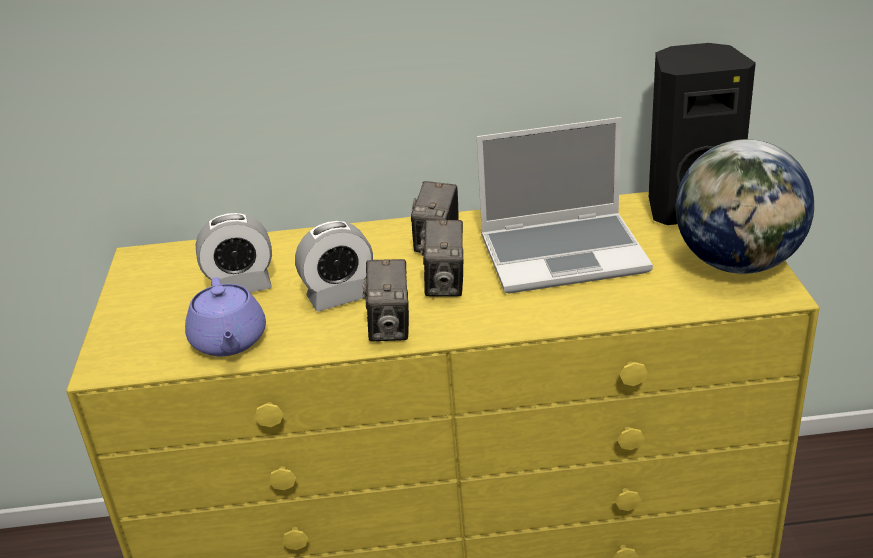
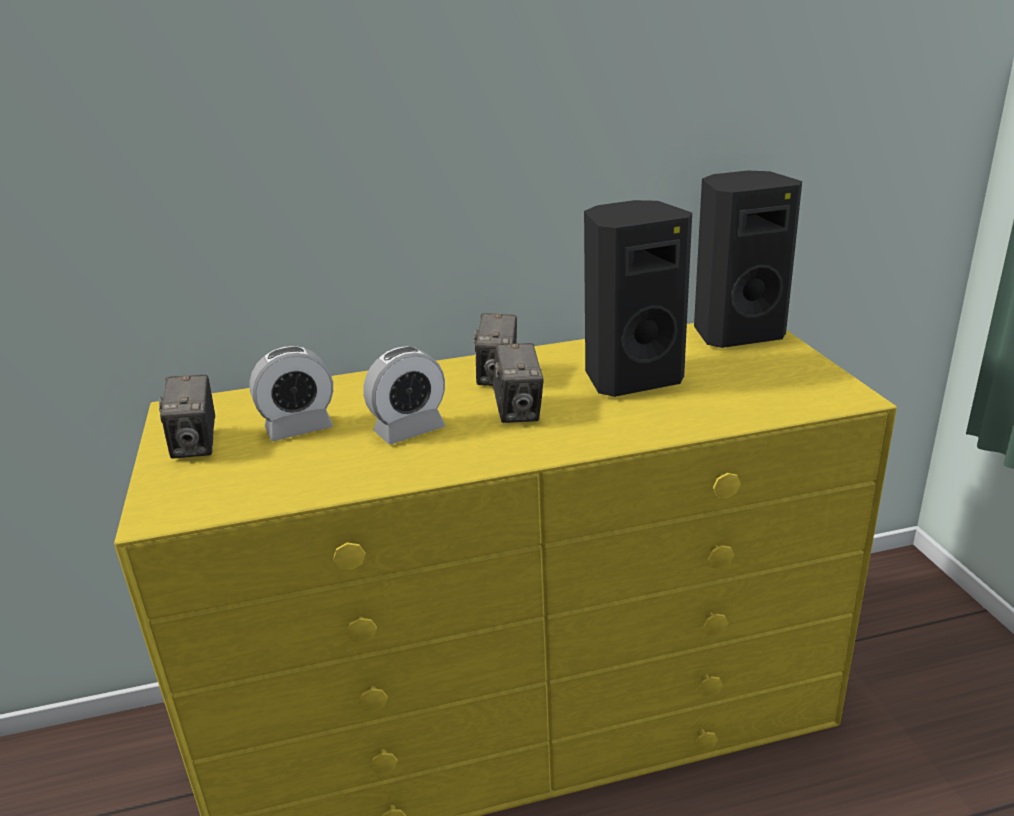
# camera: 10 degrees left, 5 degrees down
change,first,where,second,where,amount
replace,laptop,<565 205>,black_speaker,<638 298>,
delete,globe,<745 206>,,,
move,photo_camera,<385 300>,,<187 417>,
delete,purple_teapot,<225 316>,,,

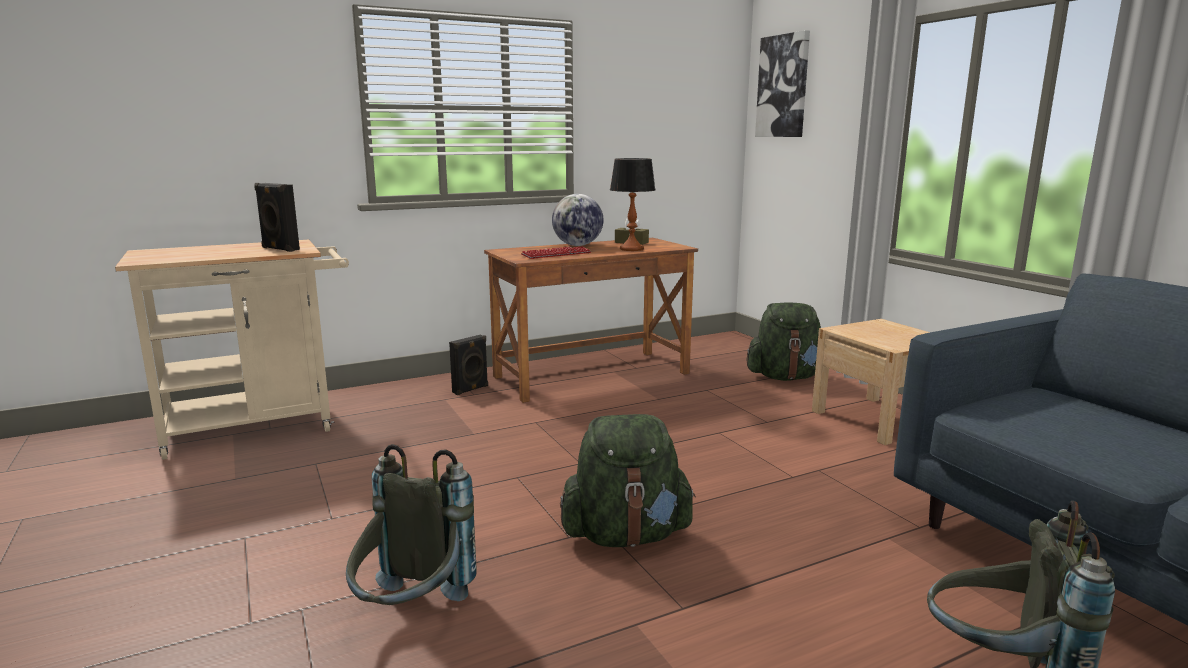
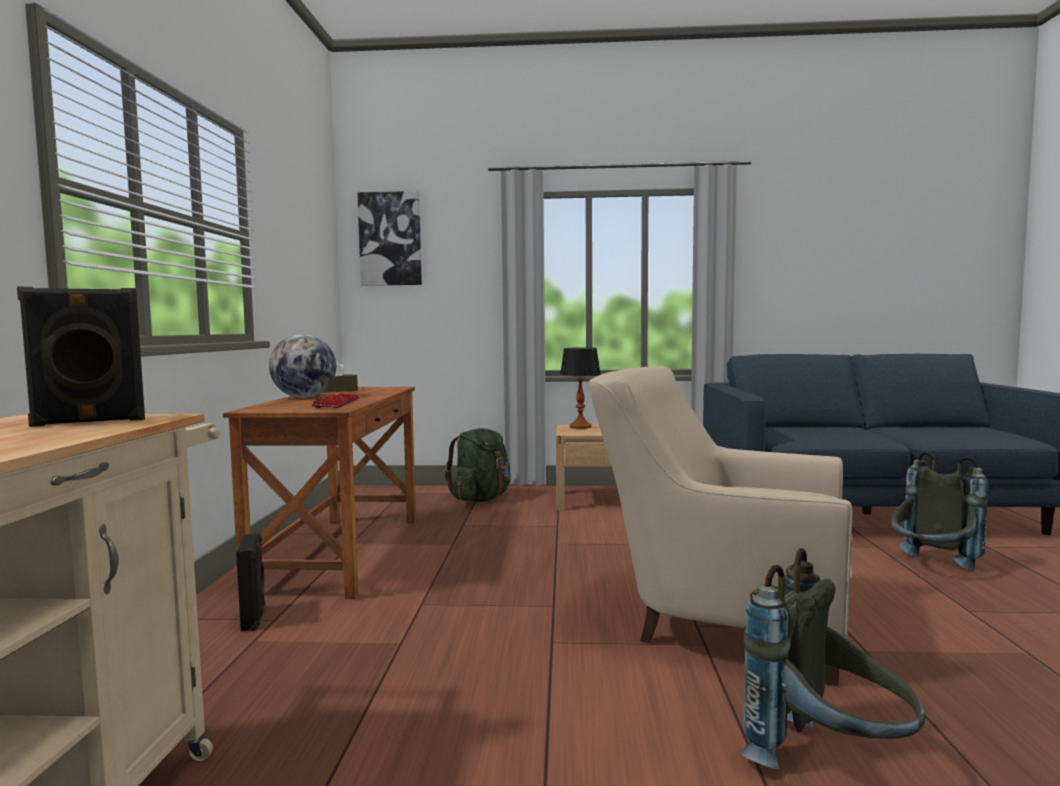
# camera: 60 degrees left, 10 degrees down
change,first,where,second,where,amount
move,table_lamp,<632 204>,,<580 388>,
replace,green_backpack,<628 480>,beige_armchair,<721 526>,

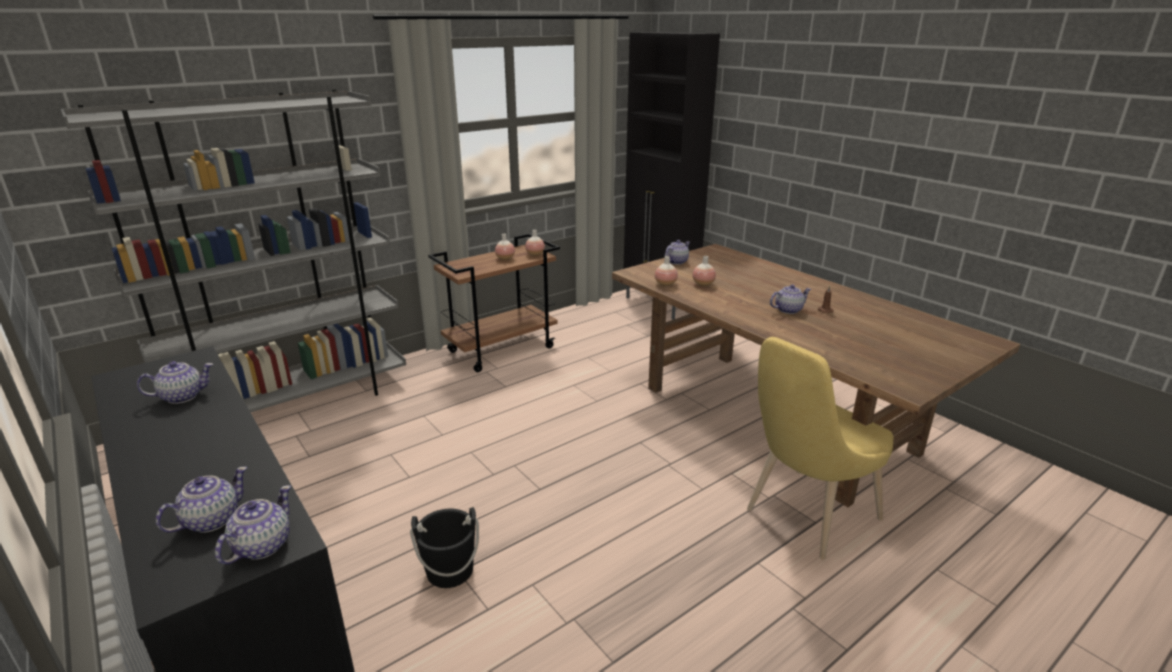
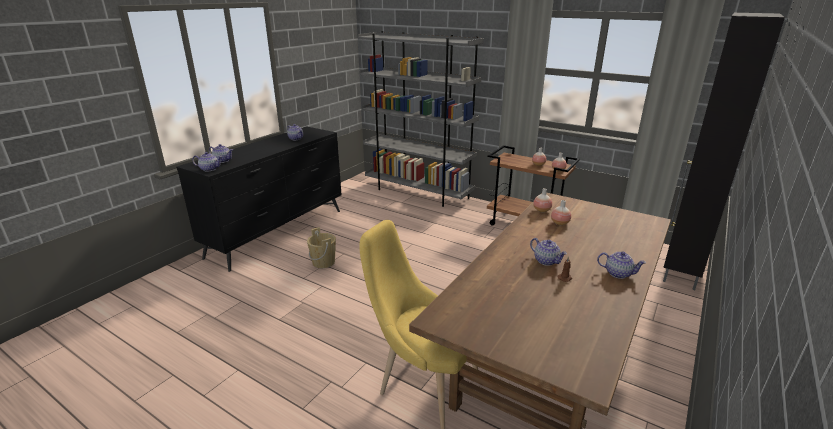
# camera: 70 degrees right, 0 degrees up
change,first,where,second,where,amount
move,teapot,<677 252>,,<621 265>,
recolor,black_bucket,<444 547>,beige_bucket,<321 247>,

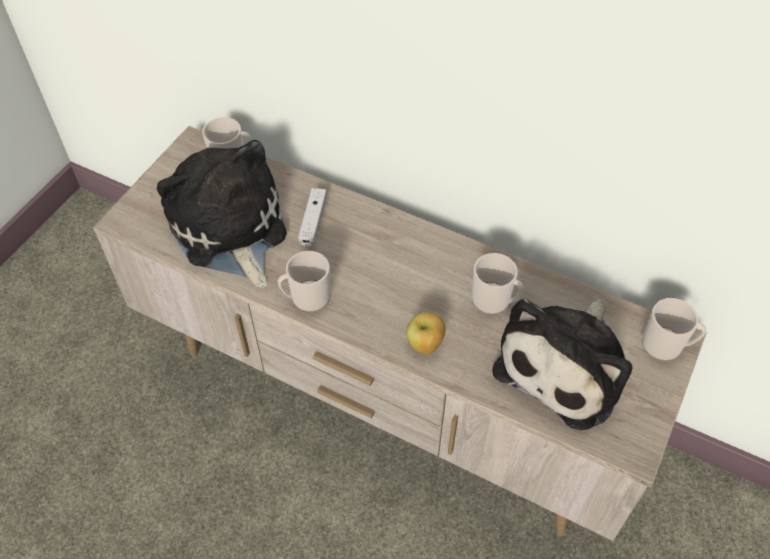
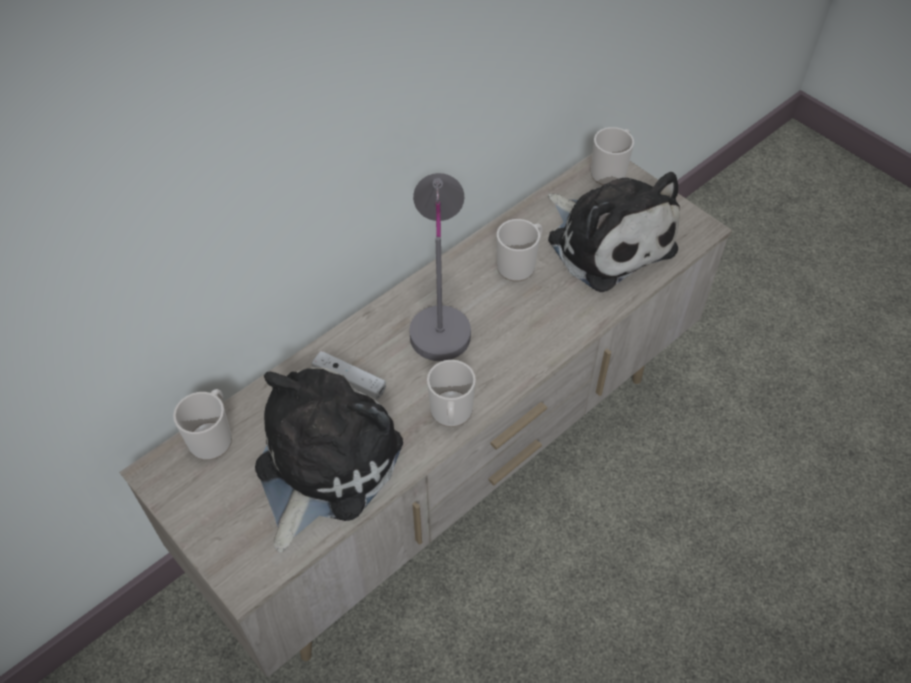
# camera: 70 degrees left, 0 degrees up
change,first,where,second,where,amount
rotate,plush_toy,<222 214>,,<329 459>,120 degrees clockwise
delete,apple,<426 333>,,,
insert,,,grey_table_lamp,<440 267>,

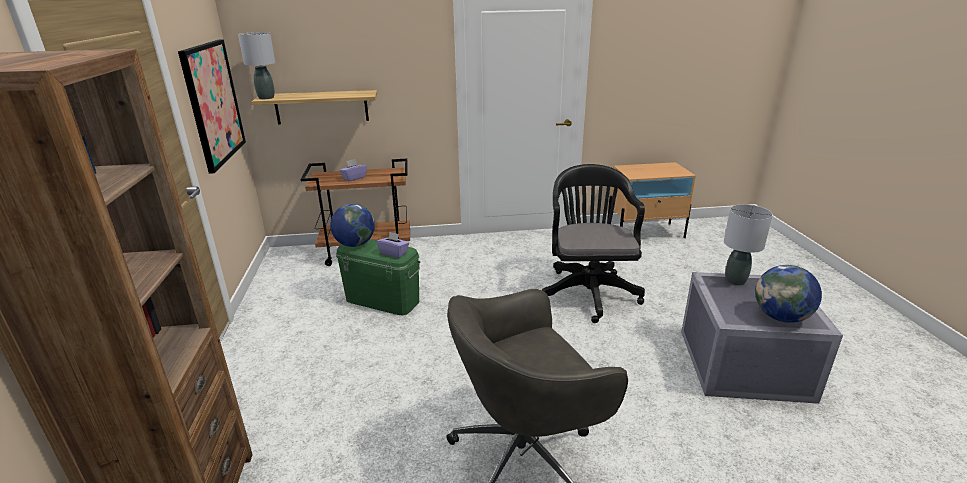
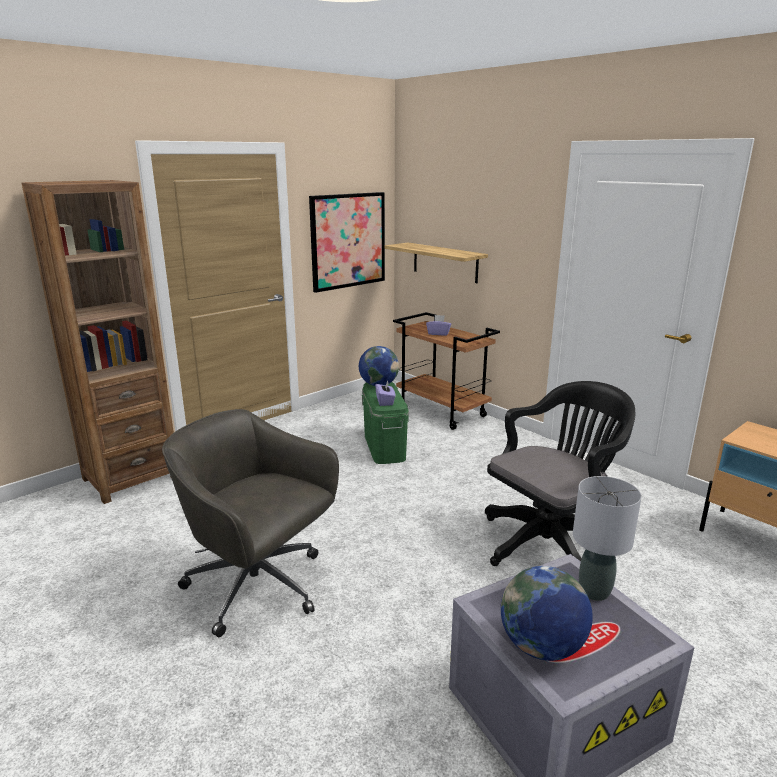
# camera: 55 degrees right, 5 degrees down
change,first,where,second,where,amount
delete,grey_table_lamp,<257 65>,,,

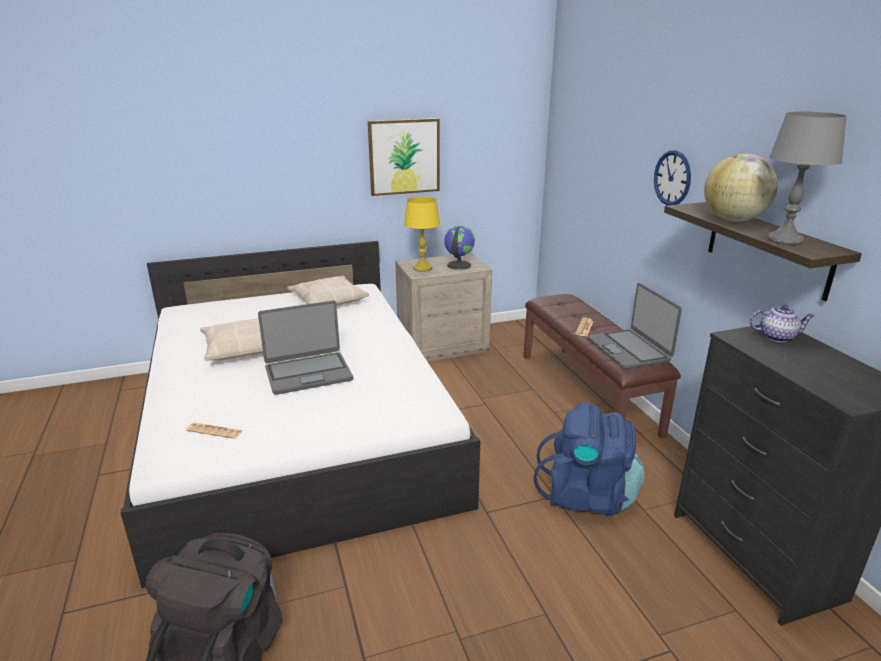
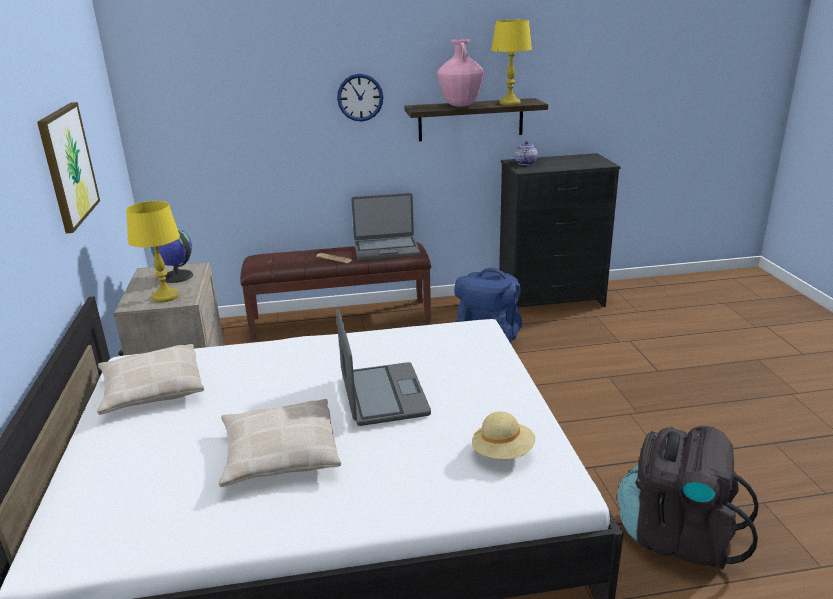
# camera: 80 degrees left, 0 degrees up
change,first,where,second,where,amount
recolor,grey_table_lamp,<807 178>,yellow_table_lamp,<511 62>,
replace,globe,<741 188>,pink_vase,<460 73>,
replace,newspaper,<214 431>,beige_hat,<503 435>,

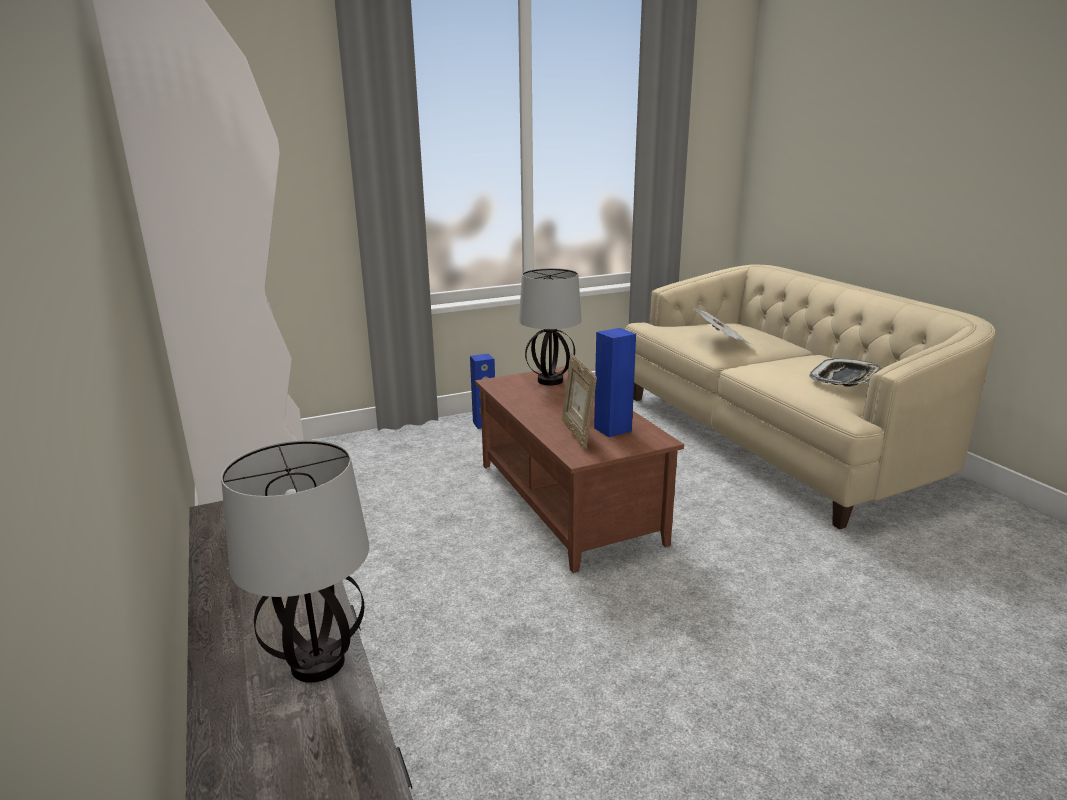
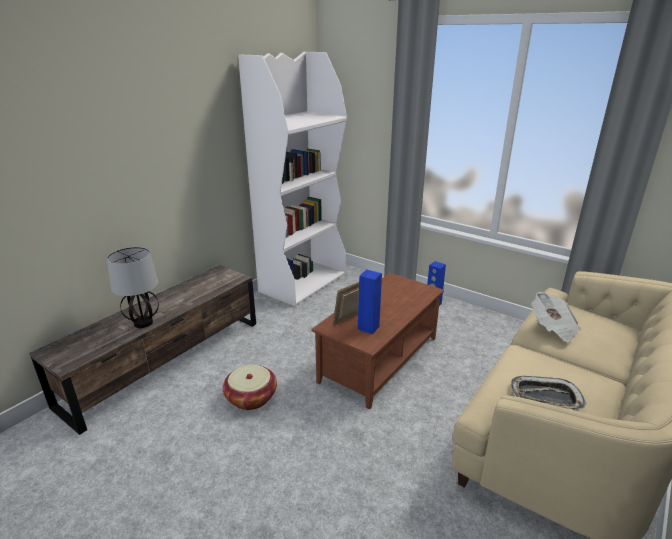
# camera: 60 degrees right, 5 degrees up
change,first,where,second,where,amount
delete,table_lamp,<550 326>,,,
insert,,,basket,<250 387>,

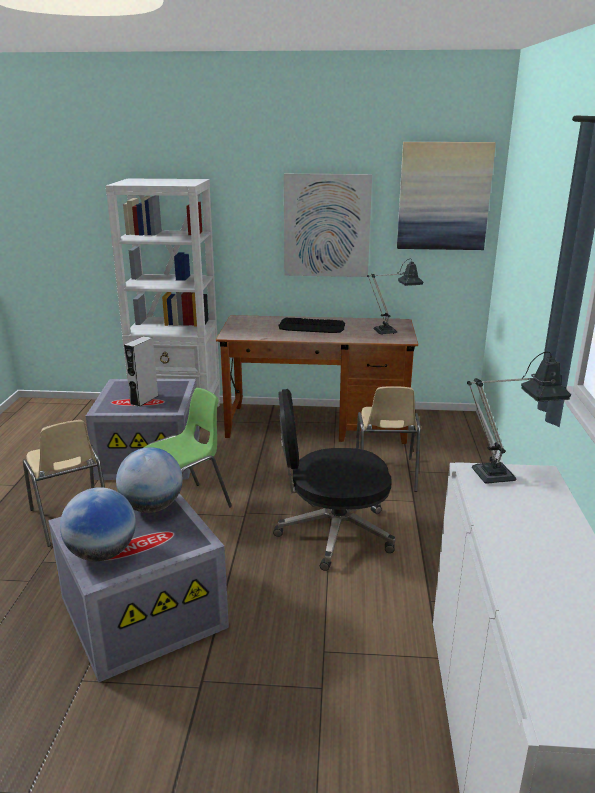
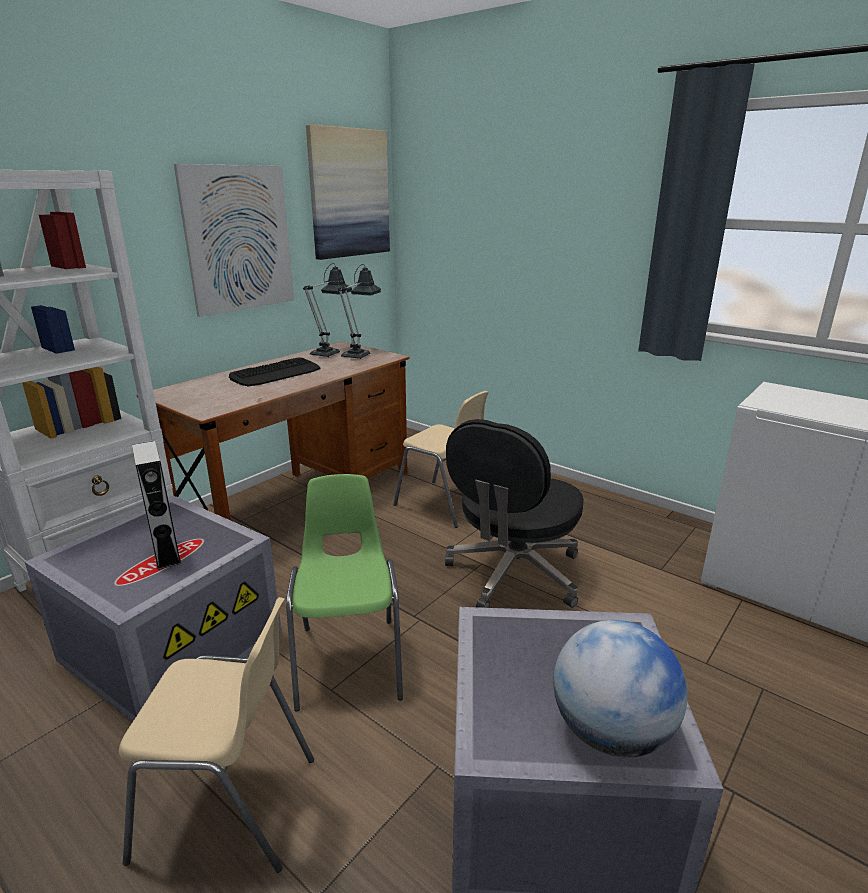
# camera: 55 degrees left, 0 degrees up
change,first,where,second,where,amount
move,table_lamp,<519 418>,,<327 310>,
delete,globe,<149 480>,,,

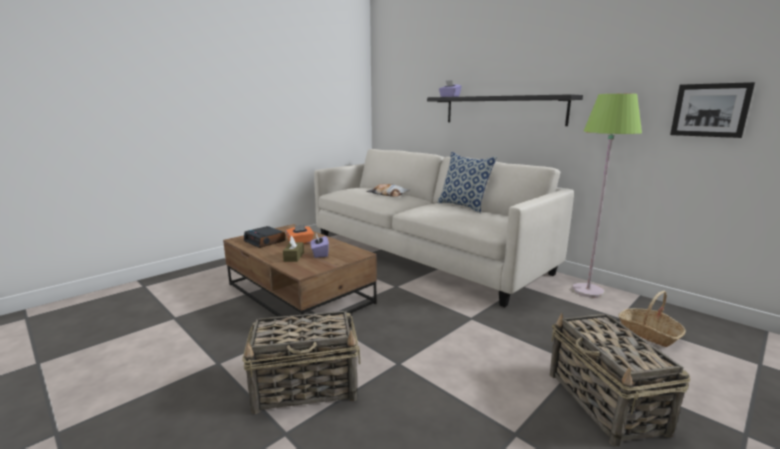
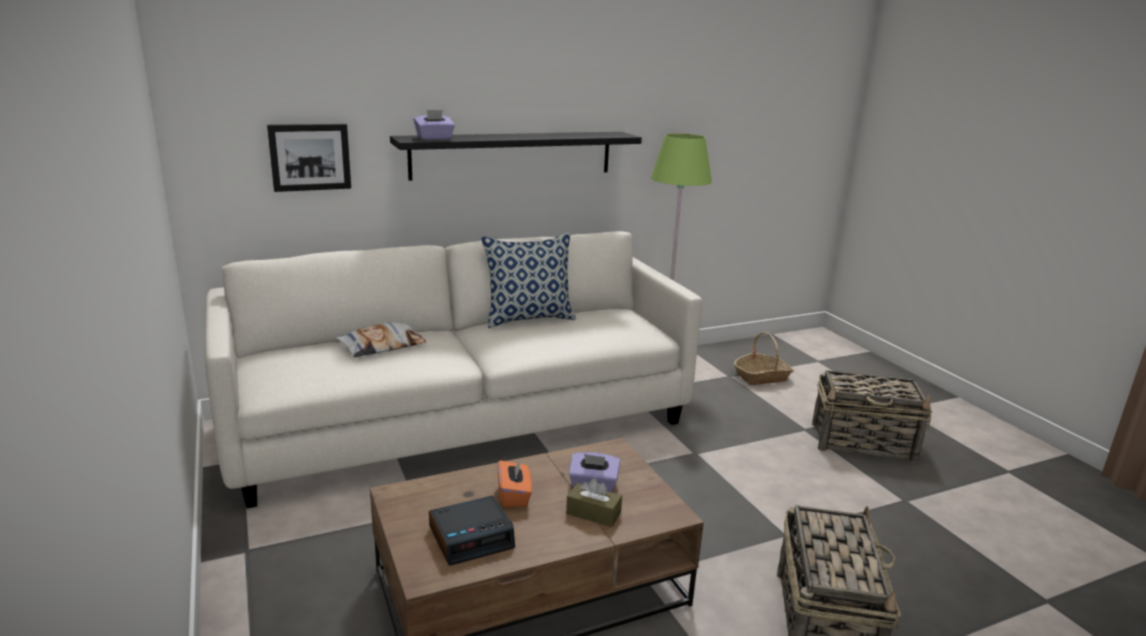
# camera: 70 degrees left, 5 degrees up
change,first,where,second,where,amount
move,picture,<712 110>,,<309 158>,

